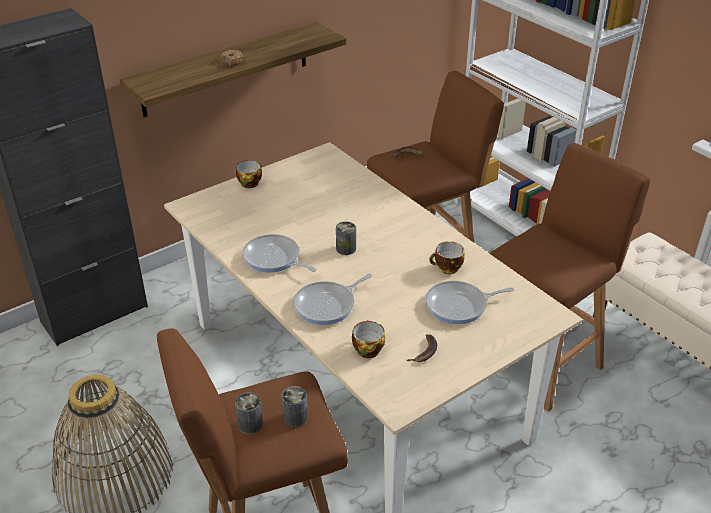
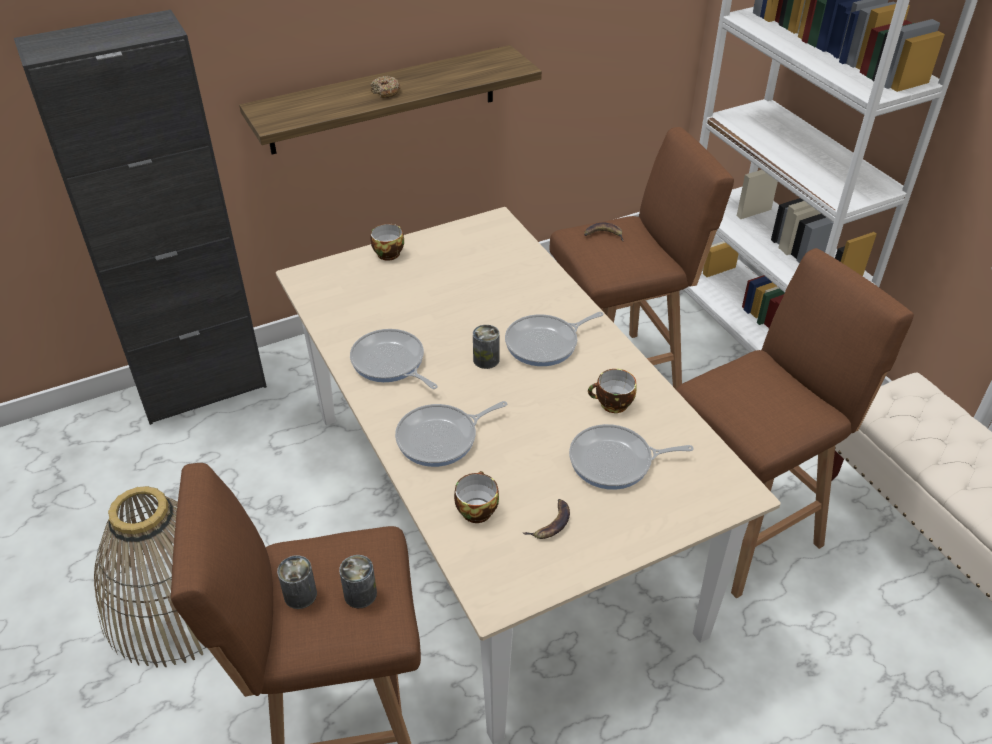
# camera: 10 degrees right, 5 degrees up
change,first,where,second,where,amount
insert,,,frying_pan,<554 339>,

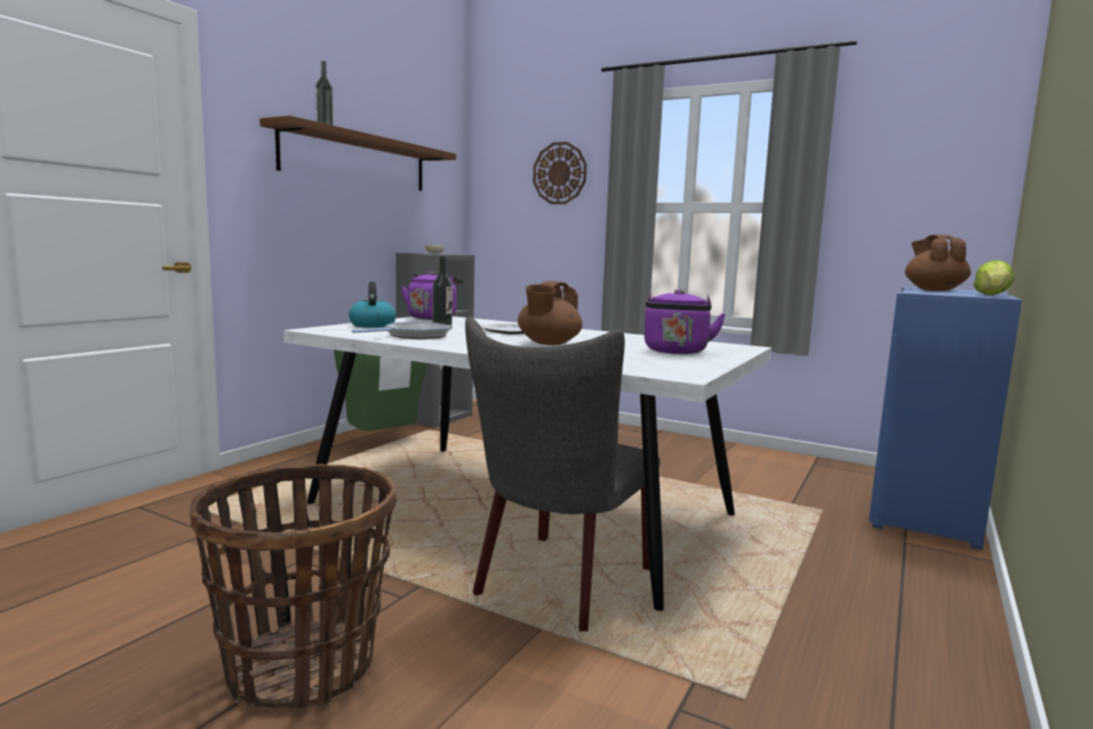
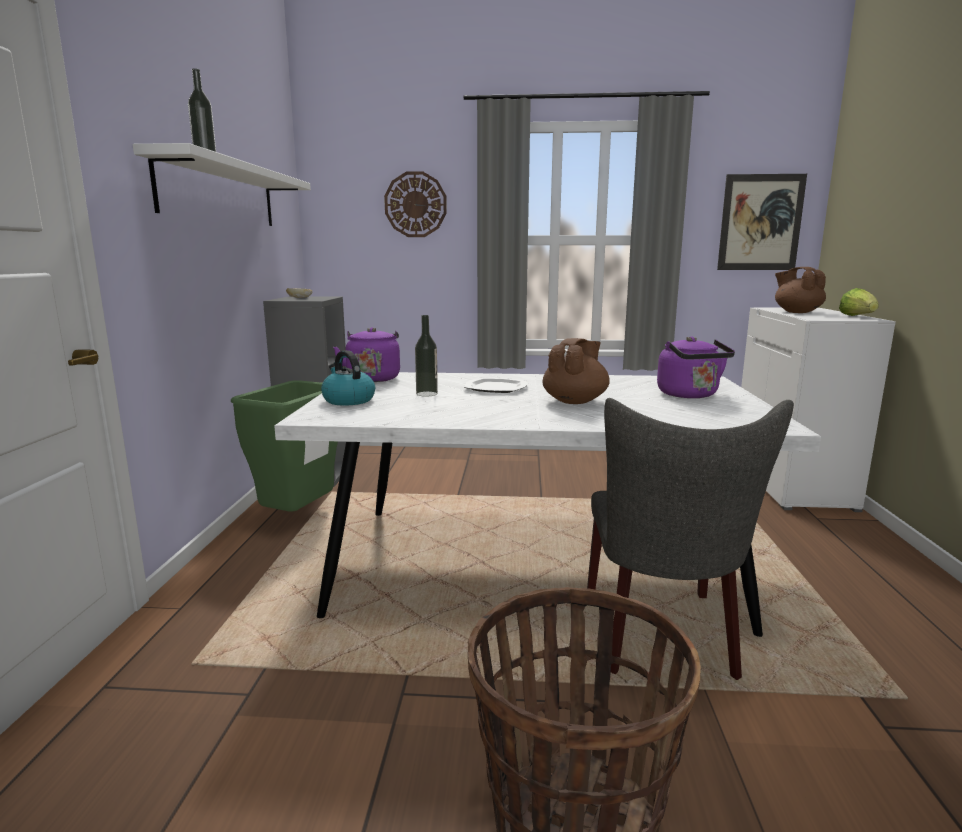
# camera: 25 degrees left, 5 degrees up
change,first,where,second,where,amount
recolor,brown_shelf,<358 153>,white_shelf,<222 184>,
rotate,brown_teapot,<550 313>,,<576 371>,150 degrees counterclockwise
recolor,blue_cabinet,<945 418>,white_cabinet,<818 409>,
delete,frying_pan,<401 330>,,,
insert,,,picture,<762 222>,

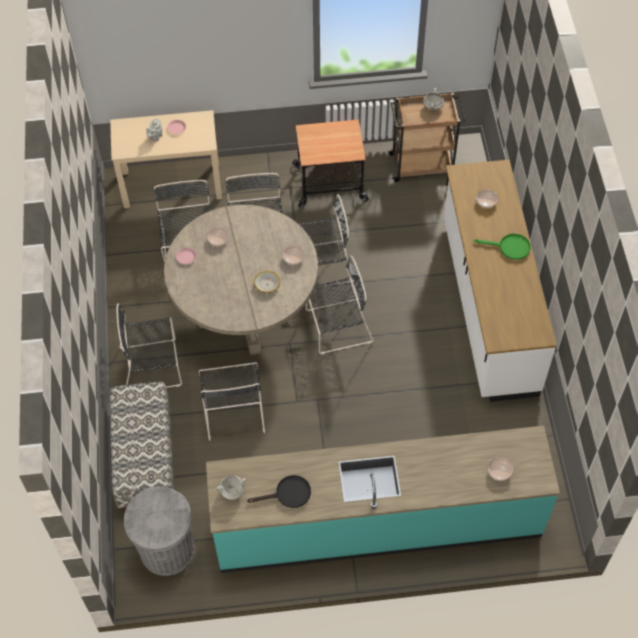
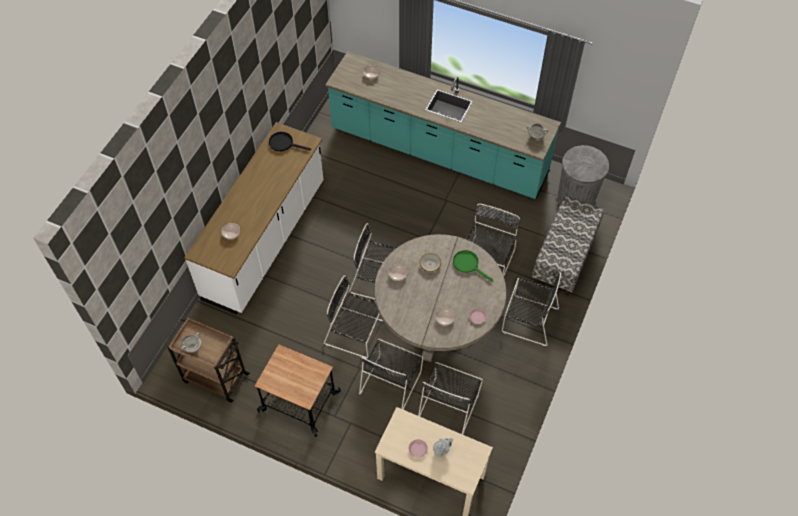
# camera: 150 degrees left, 0 degrees up
change,first,where,second,where,amount
move,green_frying_pan,<502 247>,,<473 266>,
move,black_frying_pan,<279 491>,,<290 141>,

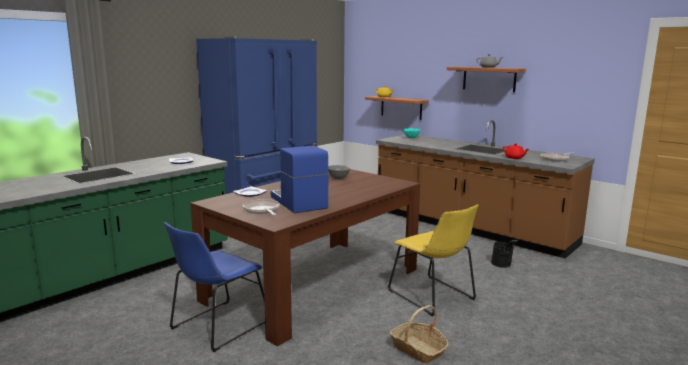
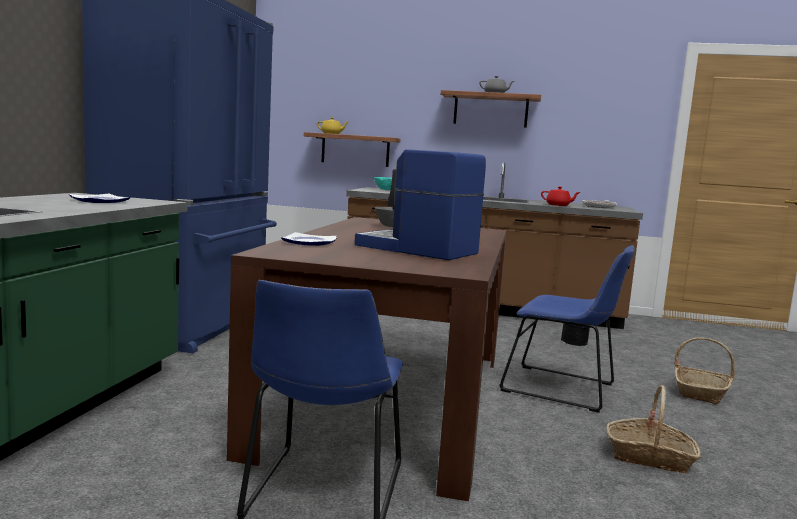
# camera: 30 degrees left, 5 degrees down
change,first,where,second,where,amount
delete,frying_pan,<261 207>,,,
recolor,yellow_chair,<433 260>,blue_chair,<567 329>,
insert,,,basket,<704 371>,

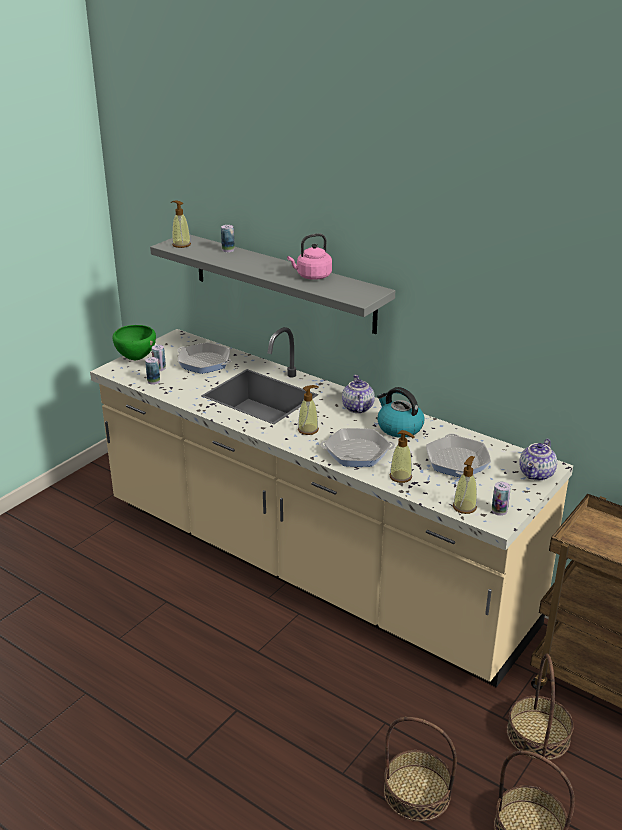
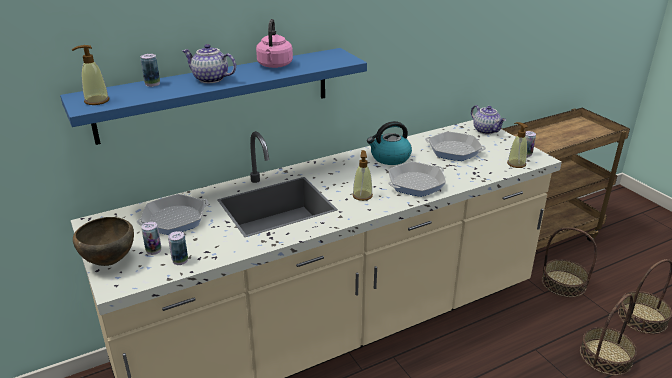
# camera: 65 degrees left, 0 degrees up
change,first,where,second,where,amount
recolor,grey_shelf,<272 284>,blue_shelf,<213 96>,
recolor,green_bowl,<134 342>,brown_bowl,<103 241>,
move,teapot,<358 394>,,<209 63>,
rotate,frying_pan,<357 447>,,<417 179>,150 degrees counterclockwise
delete,soap_dispenser,<402 456>,,,

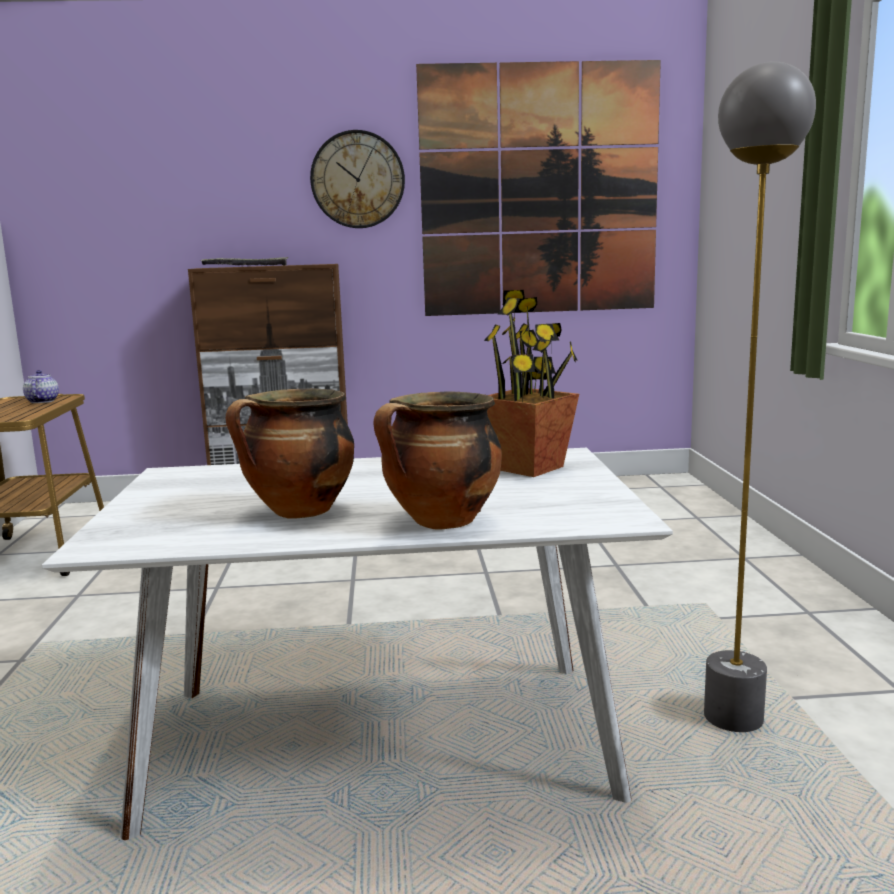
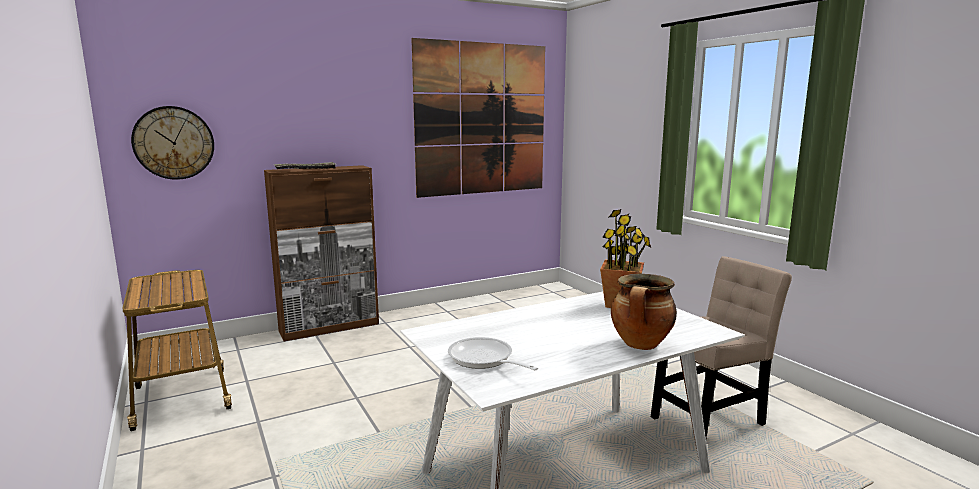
# camera: 25 degrees left, 0 degrees up
change,first,where,second,where,amount
replace,grey_floor_lamp,<760 396>,beige_chair,<721 347>,
move,wall_clock,<357 179>,,<172 143>,
delete,teapot,<41 386>,,,
delete,cooking_pot,<290 453>,,,
insert,,,frying_pan,<493 354>,

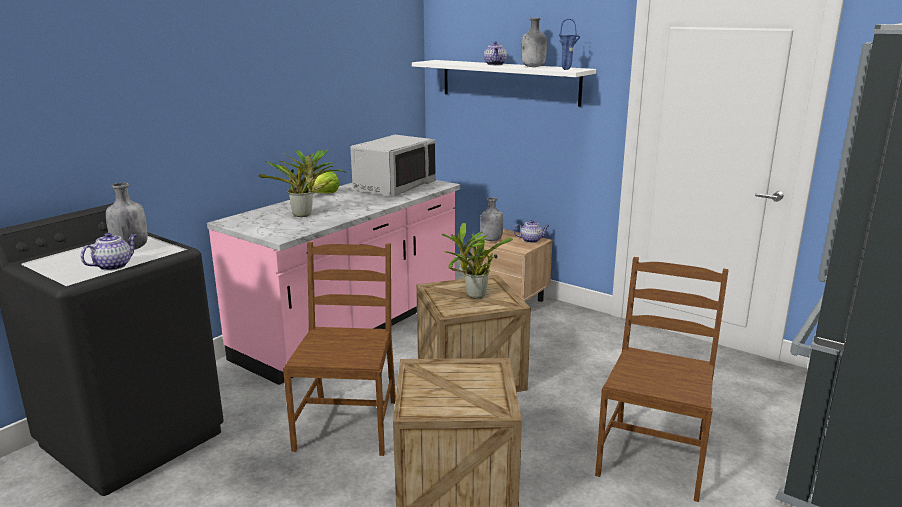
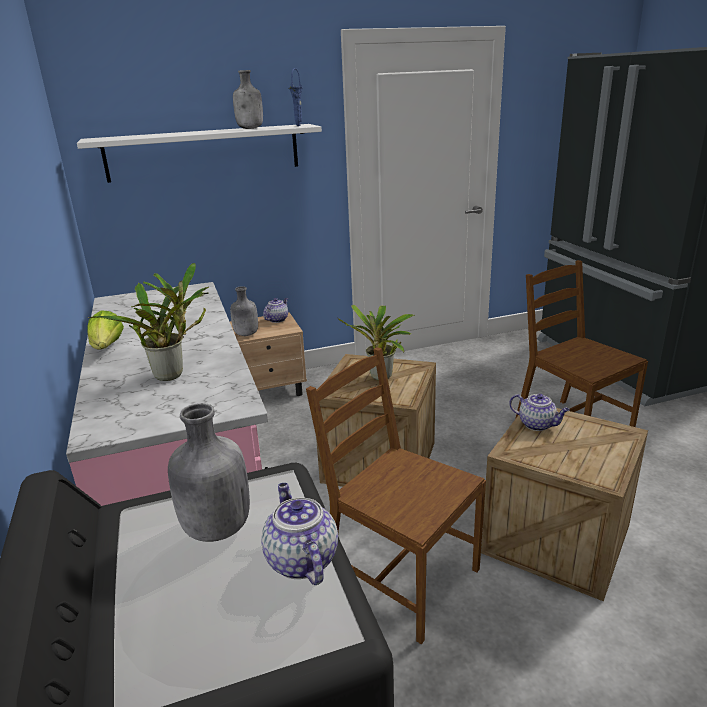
# camera: 55 degrees left, 5 degrees up
change,first,where,second,where,amount
move,teapot,<495 53>,,<539 412>,
delete,grey_microwave,<393 165>,,,

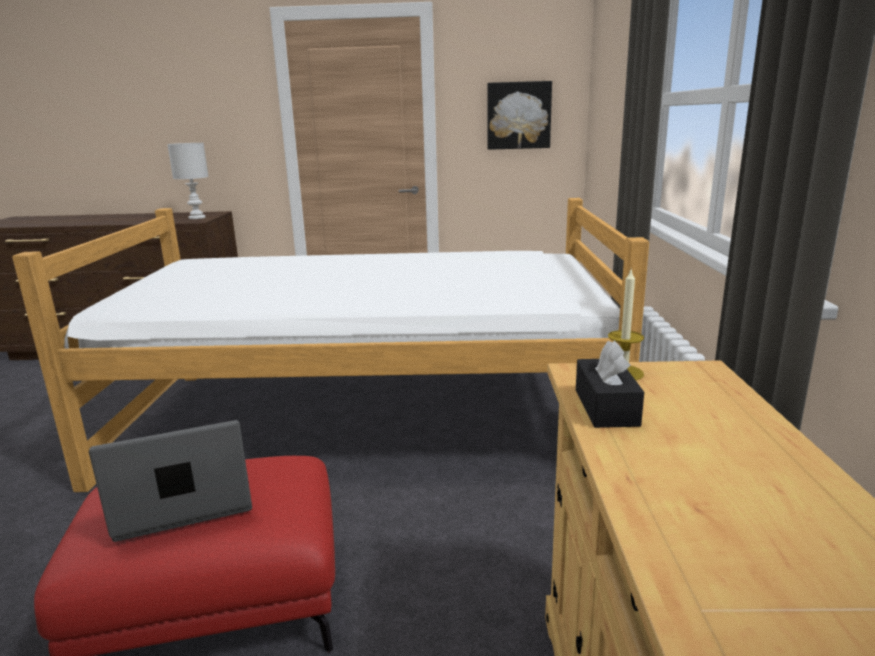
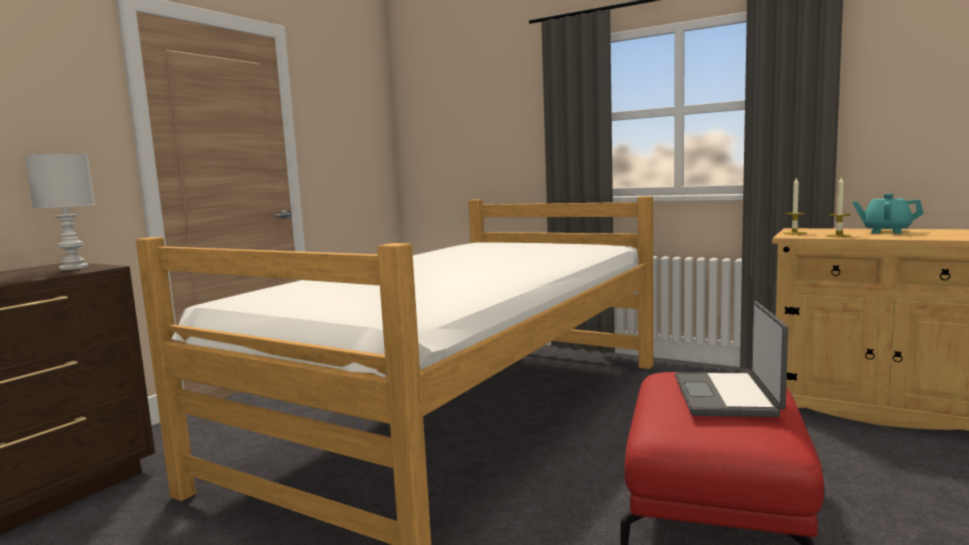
# camera: 60 degrees left, 10 degrees down
change,first,where,second,where,amount
delete,picture,<519 115>,,,
replace,black_tissue_box,<610 384>,candle,<838 206>,
insert,,,turquoise_teapot,<888 214>,

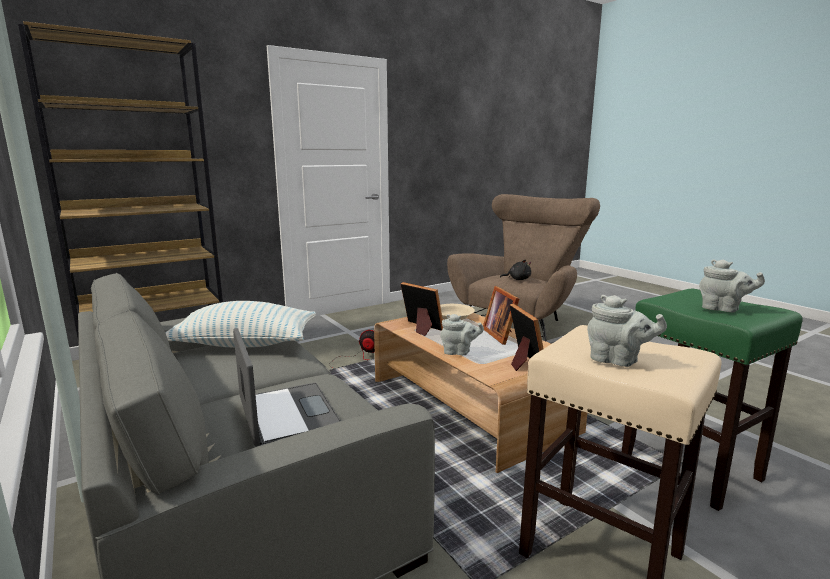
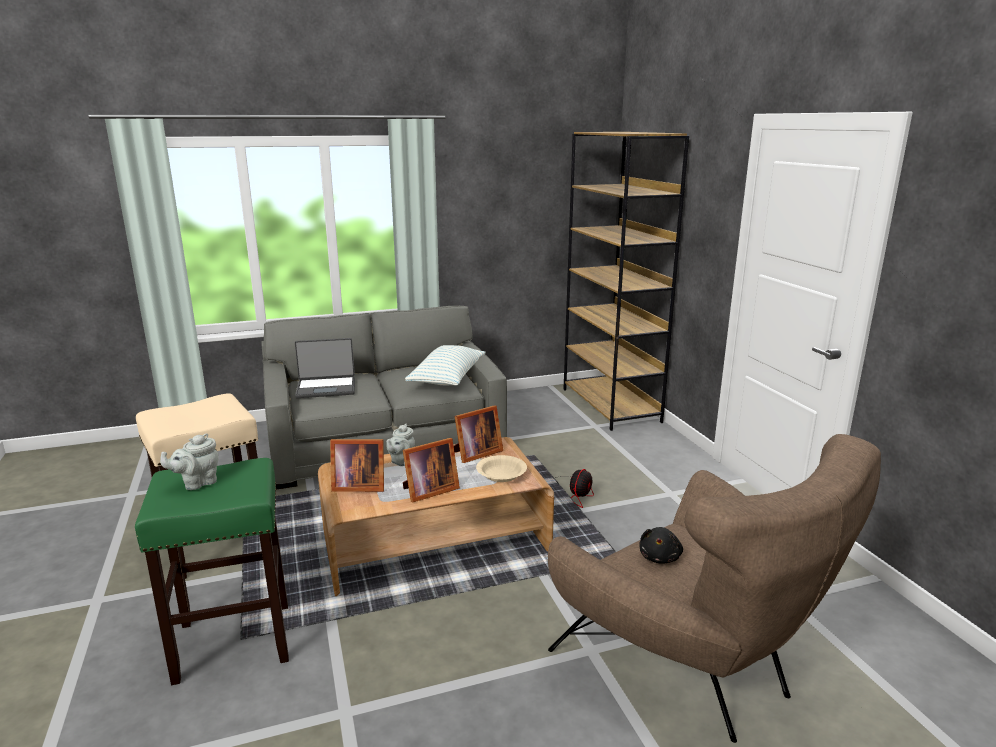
# camera: 105 degrees right, 5 degrees up
change,first,where,second,where,amount
rotate,picture_frame,<501 315>,,<431 470>,150 degrees clockwise
delete,grey_teapot,<627 331>,,,

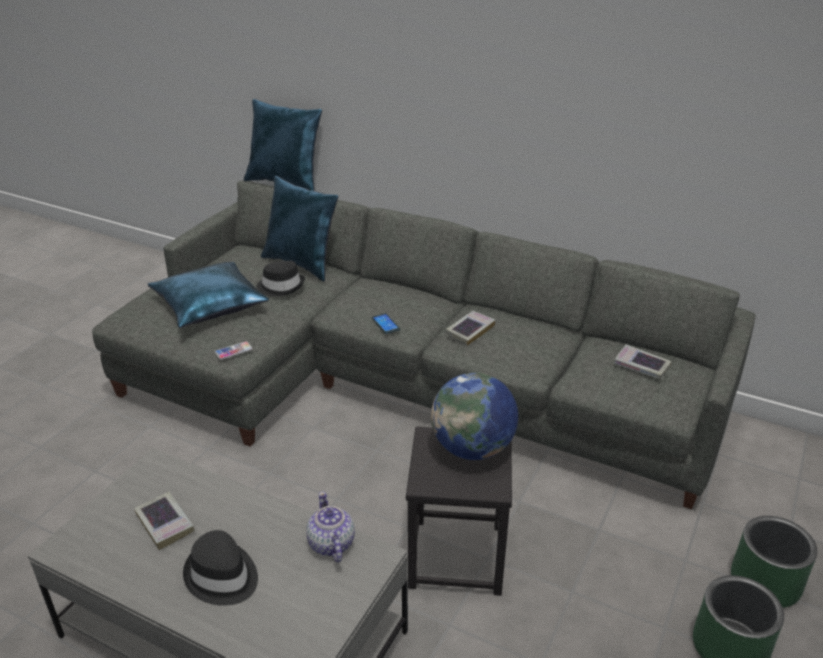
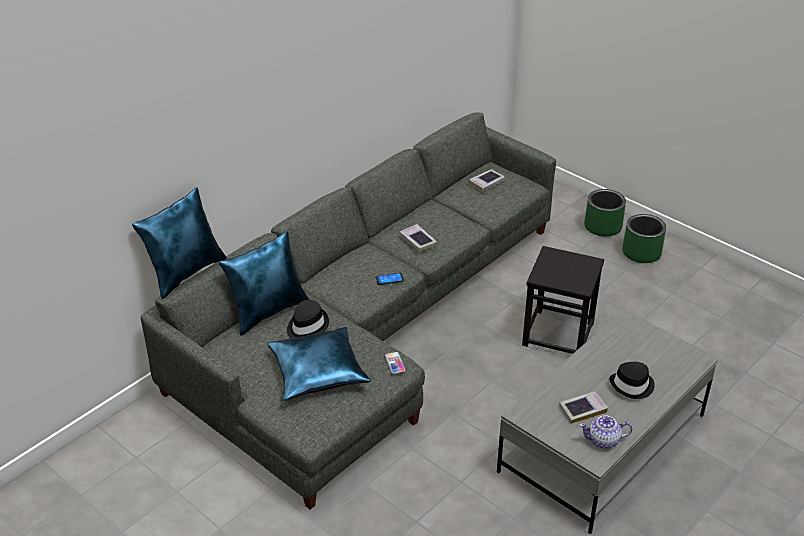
# camera: 75 degrees left, 5 degrees up
change,first,where,second,where,amount
delete,globe,<474 416>,,,
move,teapot,<330 527>,,<605 432>,

